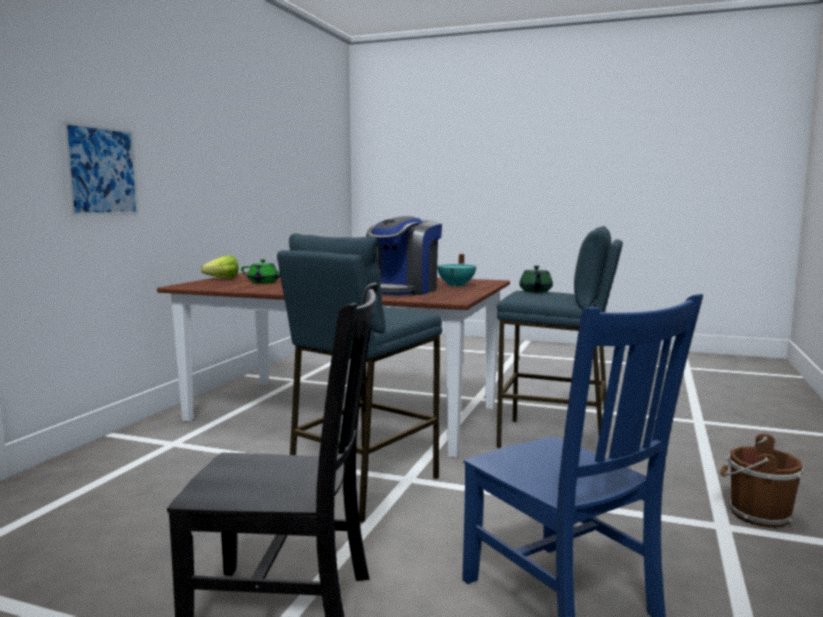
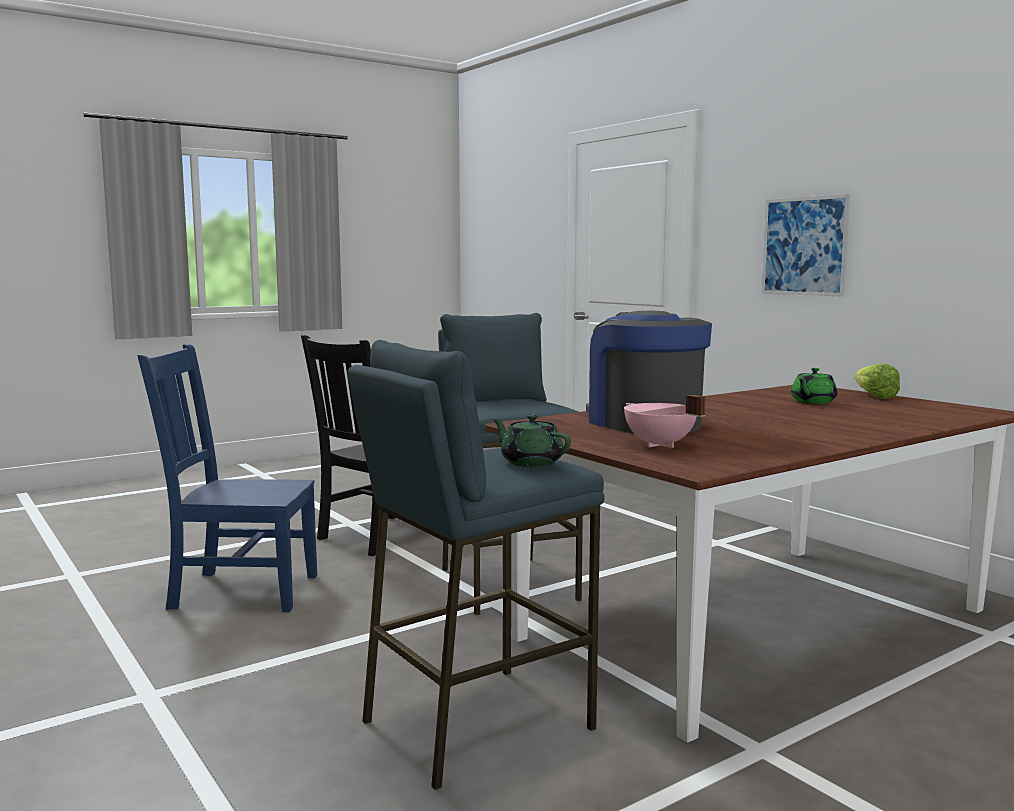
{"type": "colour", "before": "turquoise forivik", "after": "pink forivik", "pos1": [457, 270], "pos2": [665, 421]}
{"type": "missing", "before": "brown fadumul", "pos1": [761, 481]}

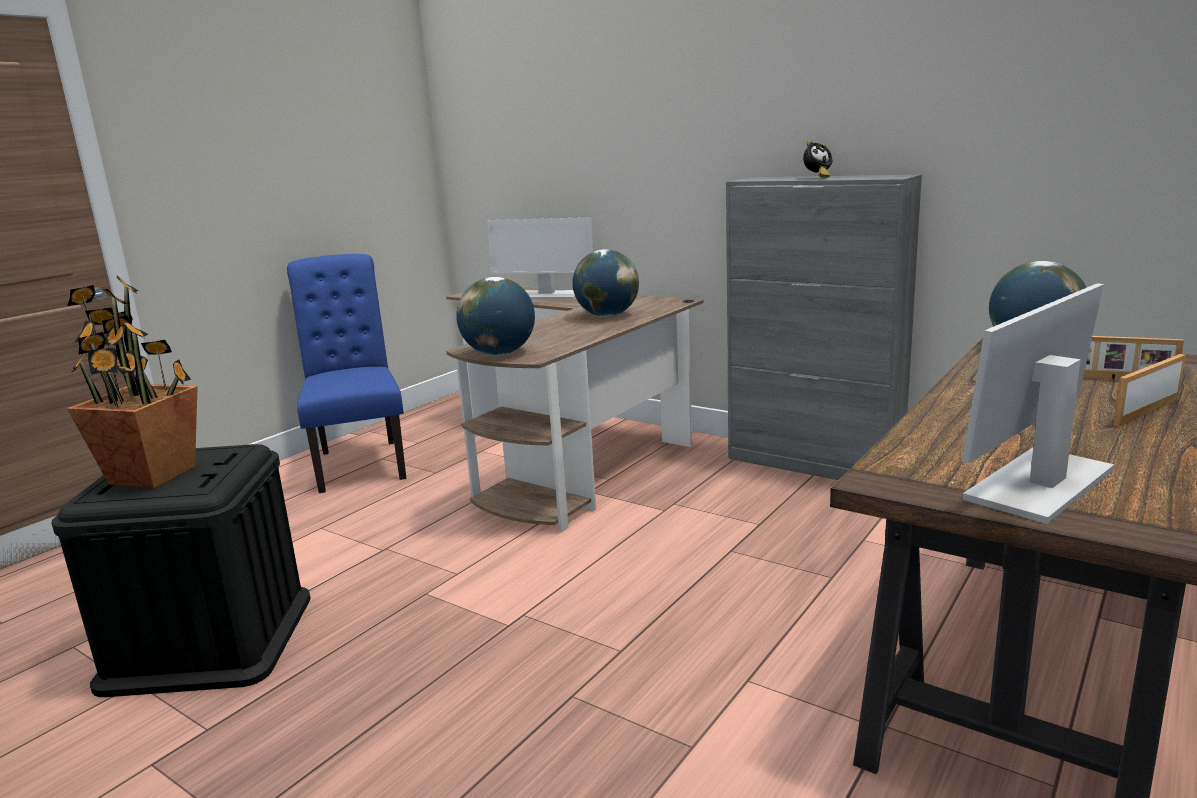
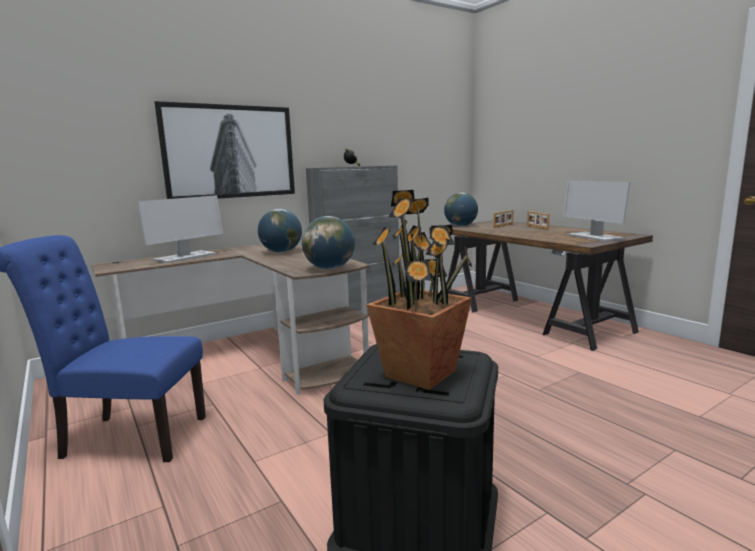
{"type": "appeared", "after": "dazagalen", "pos2": [225, 150]}

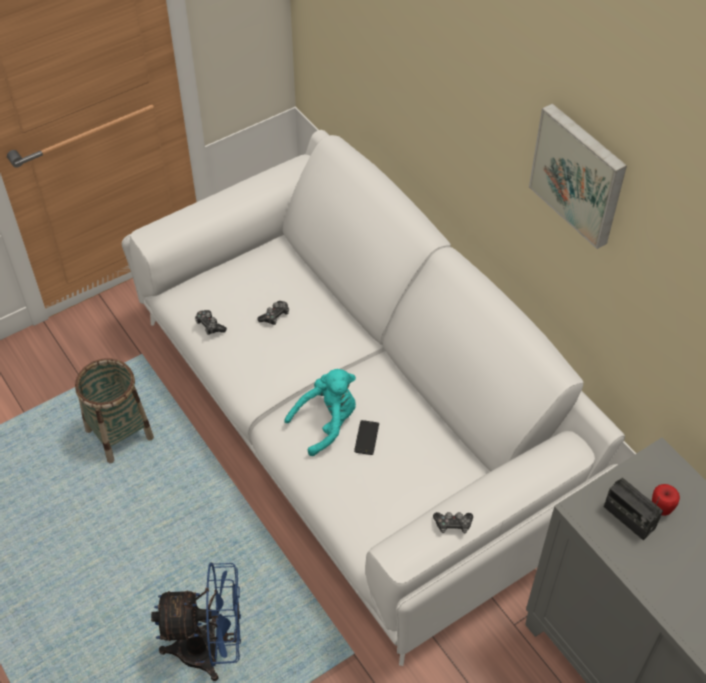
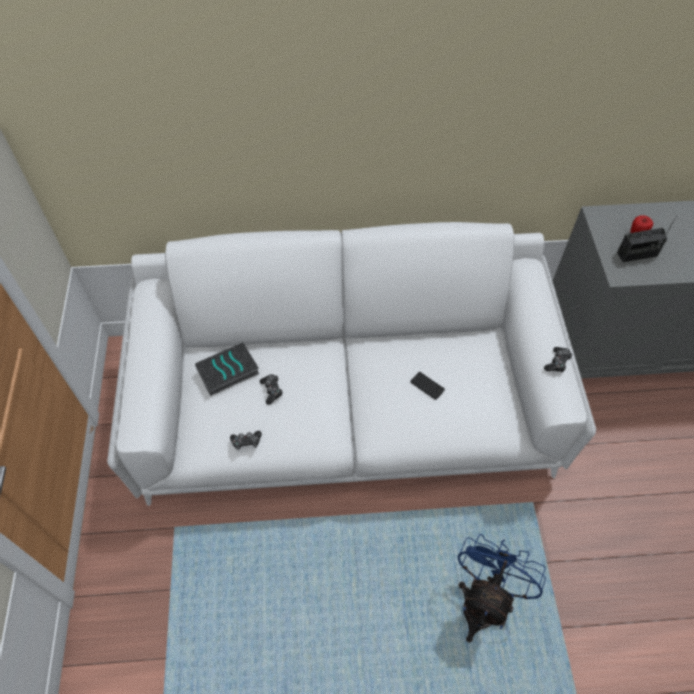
{"type": "missing", "before": "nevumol", "pos1": [114, 410]}
{"type": "missing", "before": "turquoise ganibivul", "pos1": [320, 412]}
{"type": "missing", "before": "dazagalen", "pos1": [578, 176]}
{"type": "appeared", "after": "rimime", "pos2": [227, 369]}

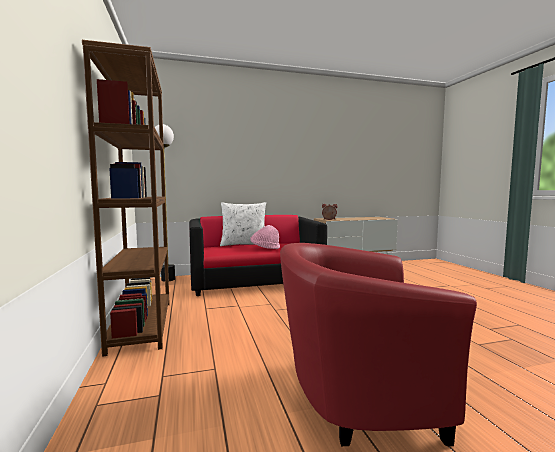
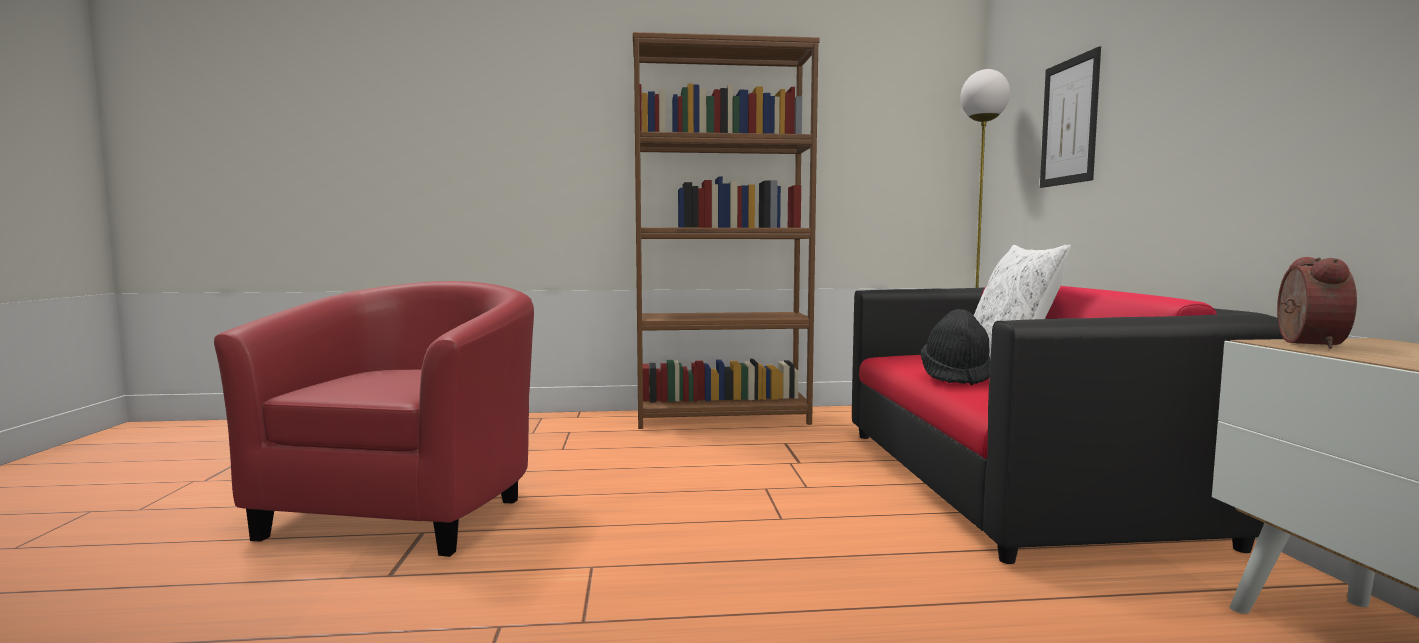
{"type": "colour", "before": "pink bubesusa", "after": "black bubesusa", "pos1": [265, 237], "pos2": [955, 347]}
{"type": "appeared", "after": "dazagalen", "pos2": [1070, 117]}

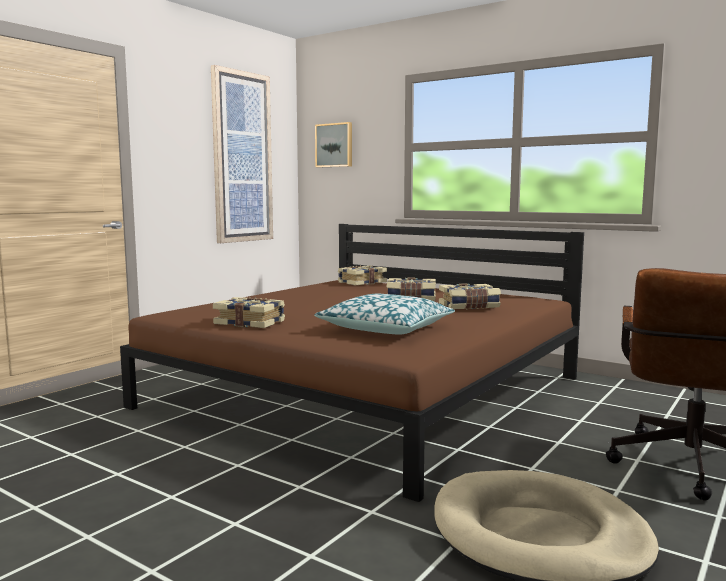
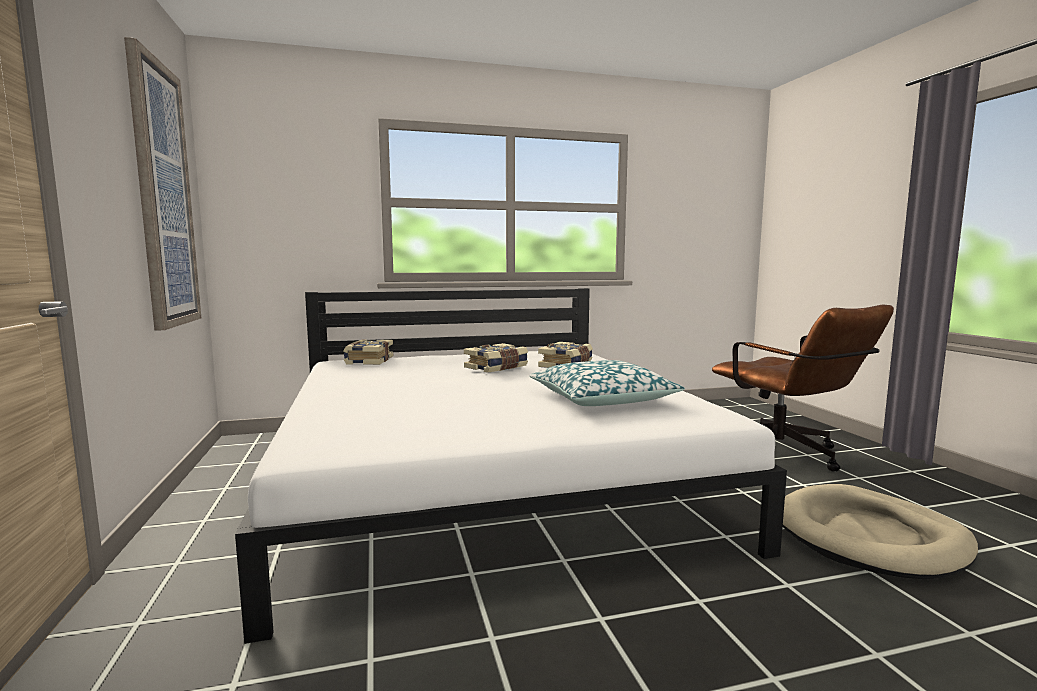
{"type": "colour", "before": "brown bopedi", "after": "white bopedi", "pos1": [352, 363], "pos2": [511, 466]}
{"type": "missing", "before": "rimime", "pos1": [249, 312]}
{"type": "missing", "before": "dazagalen", "pos1": [333, 144]}

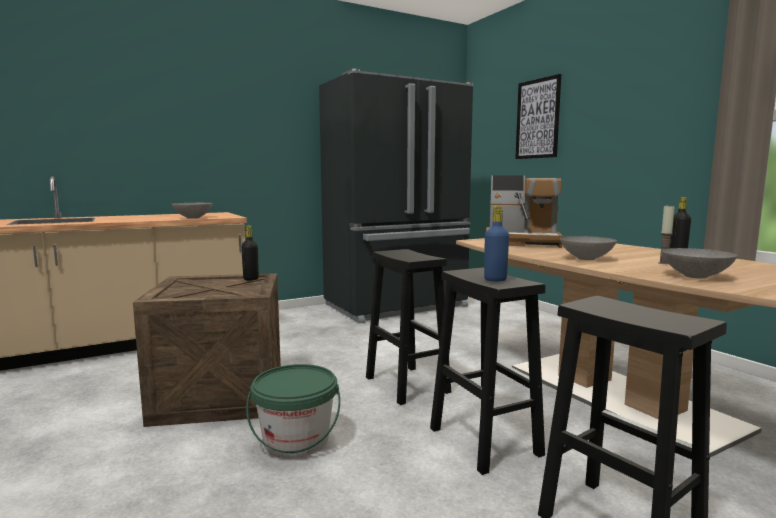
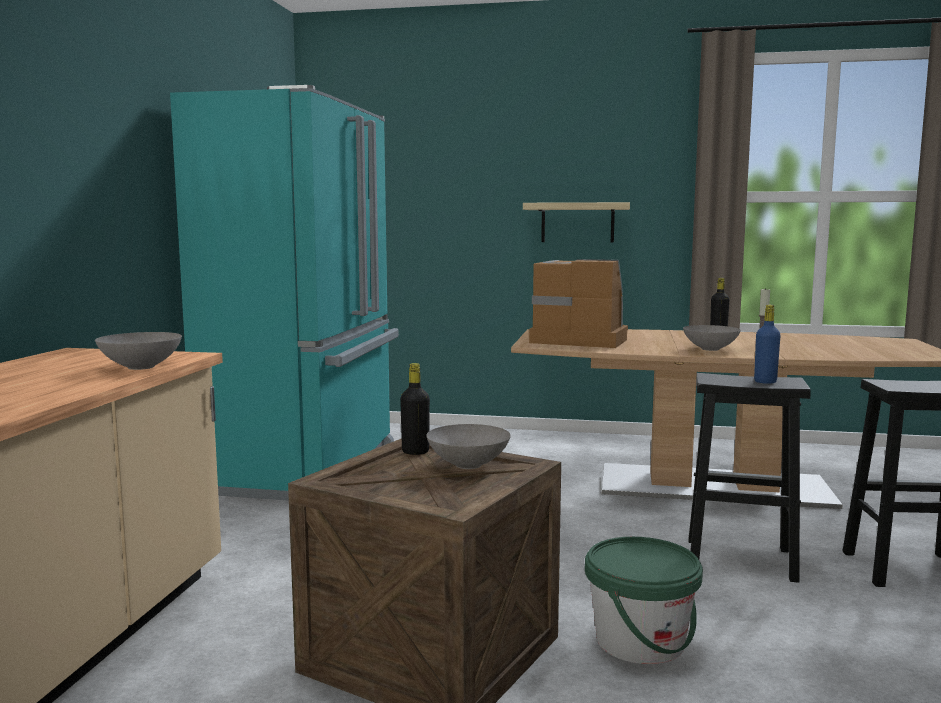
{"type": "colour", "before": "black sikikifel", "after": "turquoise sikikifel", "pos1": [396, 196], "pos2": [284, 293]}
{"type": "missing", "before": "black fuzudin", "pos1": [408, 327]}
{"type": "spun", "before": "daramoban", "pos1": [524, 212], "pos2": [578, 303], "turn": -120}
{"type": "missing", "before": "dazagalen", "pos1": [538, 116]}
{"type": "relocated", "before": "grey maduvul", "pos1": [699, 263], "pos2": [468, 446]}
{"type": "appeared", "after": "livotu", "pos2": [576, 222]}

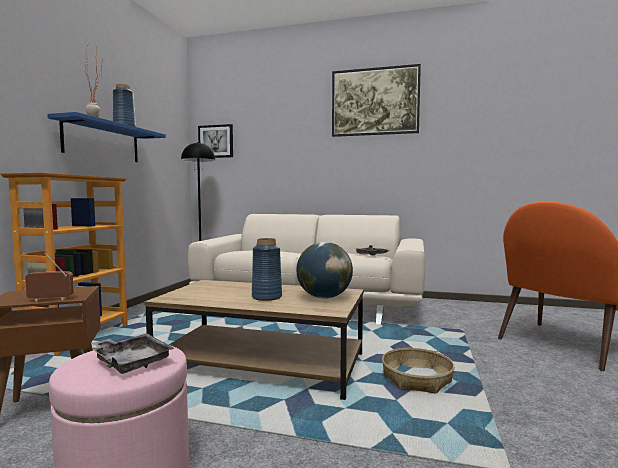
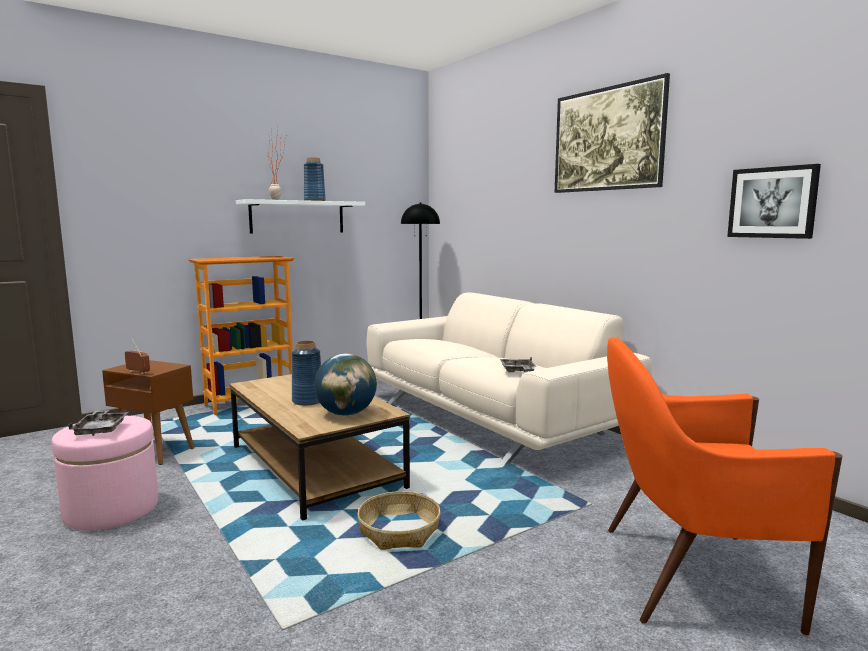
{"type": "colour", "before": "blue livotu", "after": "white livotu", "pos1": [106, 137], "pos2": [300, 216]}
{"type": "relocated", "before": "dazagalen", "pos1": [215, 141], "pos2": [774, 201]}

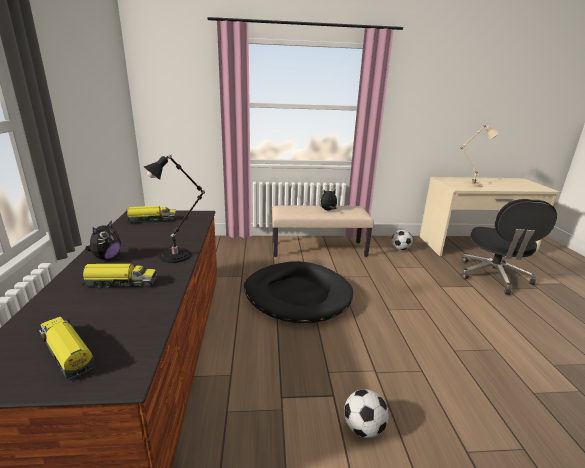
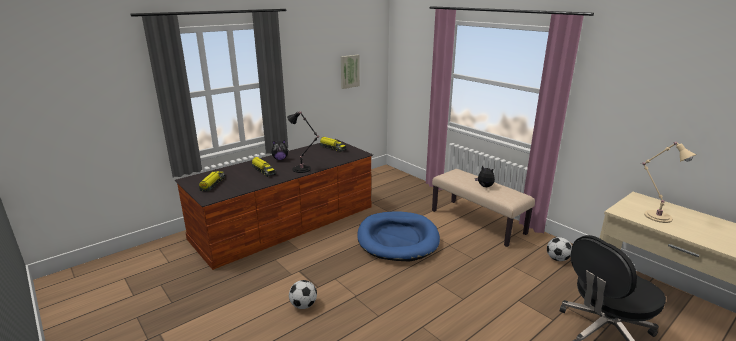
{"type": "colour", "before": "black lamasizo", "after": "blue lamasizo", "pos1": [298, 292], "pos2": [398, 236]}
{"type": "appeared", "after": "dazagalen", "pos2": [350, 72]}

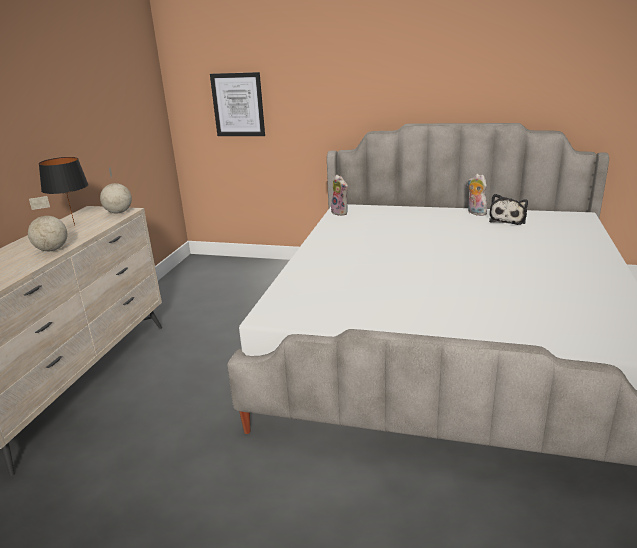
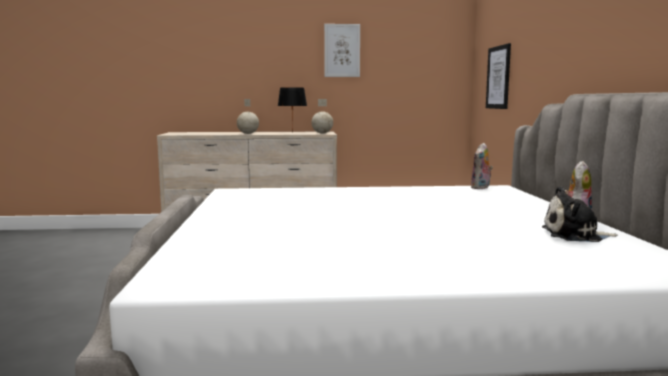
{"type": "appeared", "after": "dazagalen", "pos2": [342, 50]}

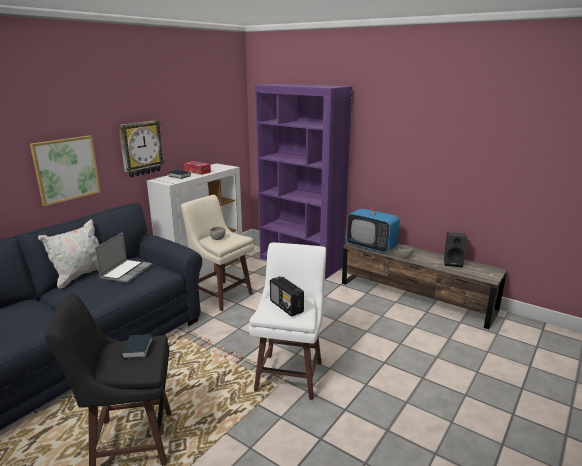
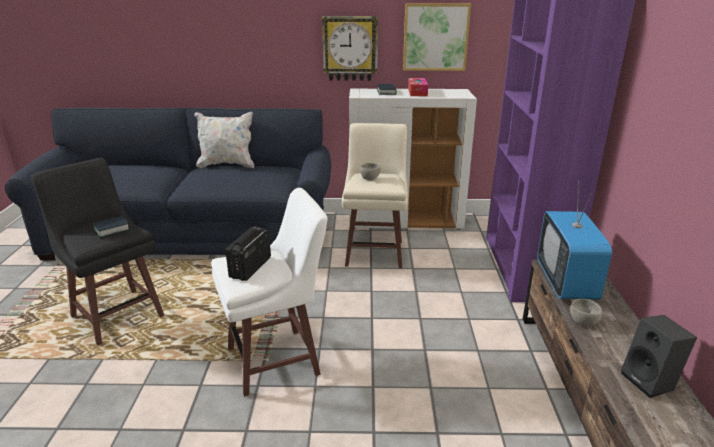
{"type": "relocated", "before": "dazagalen", "pos1": [65, 171], "pos2": [437, 37]}
{"type": "missing", "before": "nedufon", "pos1": [123, 257]}

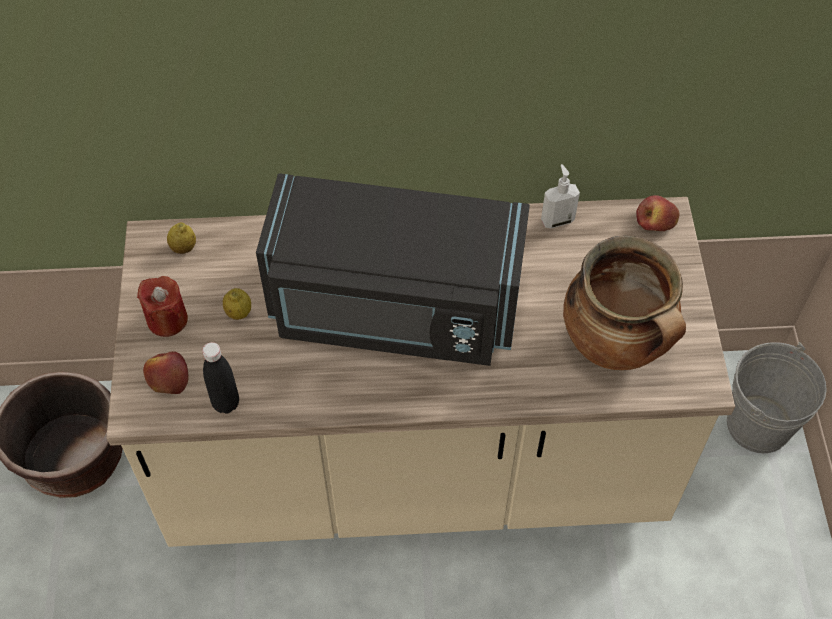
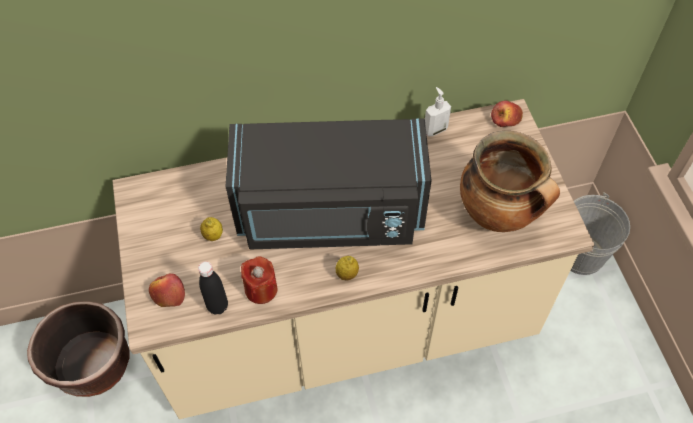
{"type": "relocated", "before": "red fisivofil", "pos1": [162, 306], "pos2": [259, 280]}
{"type": "relocated", "before": "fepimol", "pos1": [181, 238], "pos2": [347, 268]}

